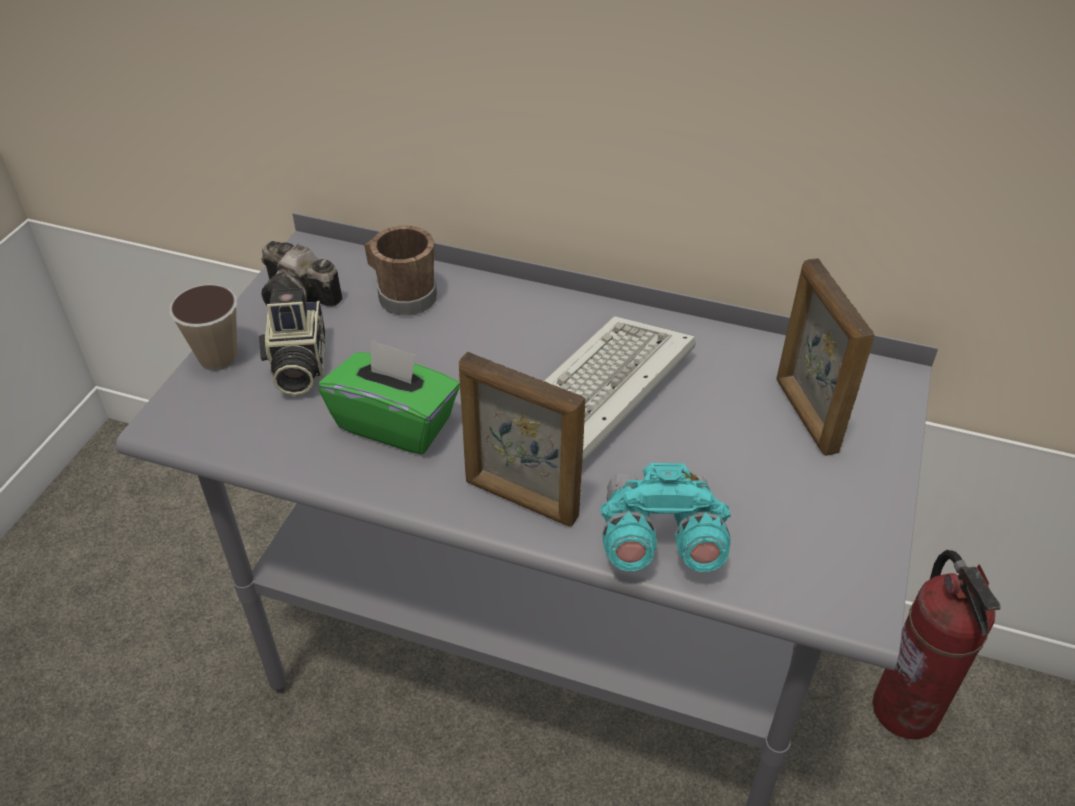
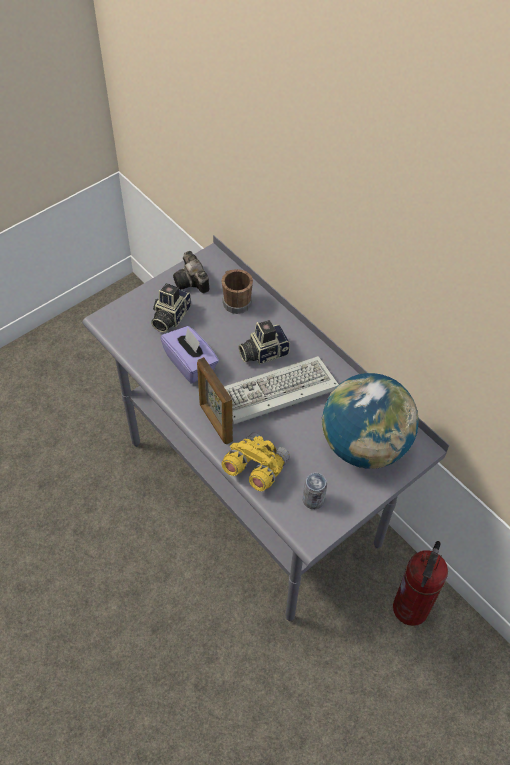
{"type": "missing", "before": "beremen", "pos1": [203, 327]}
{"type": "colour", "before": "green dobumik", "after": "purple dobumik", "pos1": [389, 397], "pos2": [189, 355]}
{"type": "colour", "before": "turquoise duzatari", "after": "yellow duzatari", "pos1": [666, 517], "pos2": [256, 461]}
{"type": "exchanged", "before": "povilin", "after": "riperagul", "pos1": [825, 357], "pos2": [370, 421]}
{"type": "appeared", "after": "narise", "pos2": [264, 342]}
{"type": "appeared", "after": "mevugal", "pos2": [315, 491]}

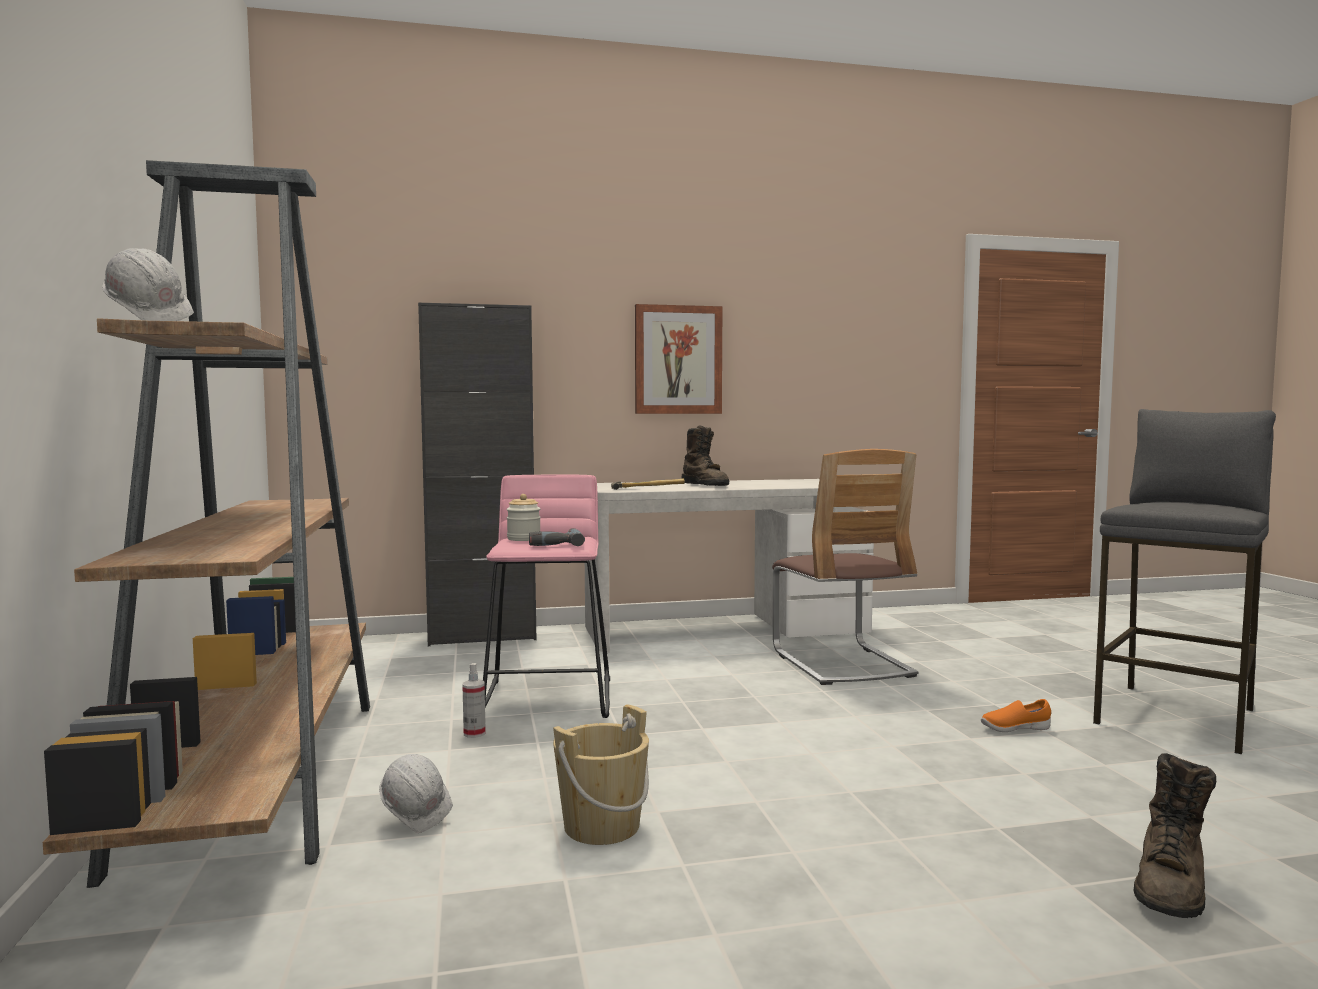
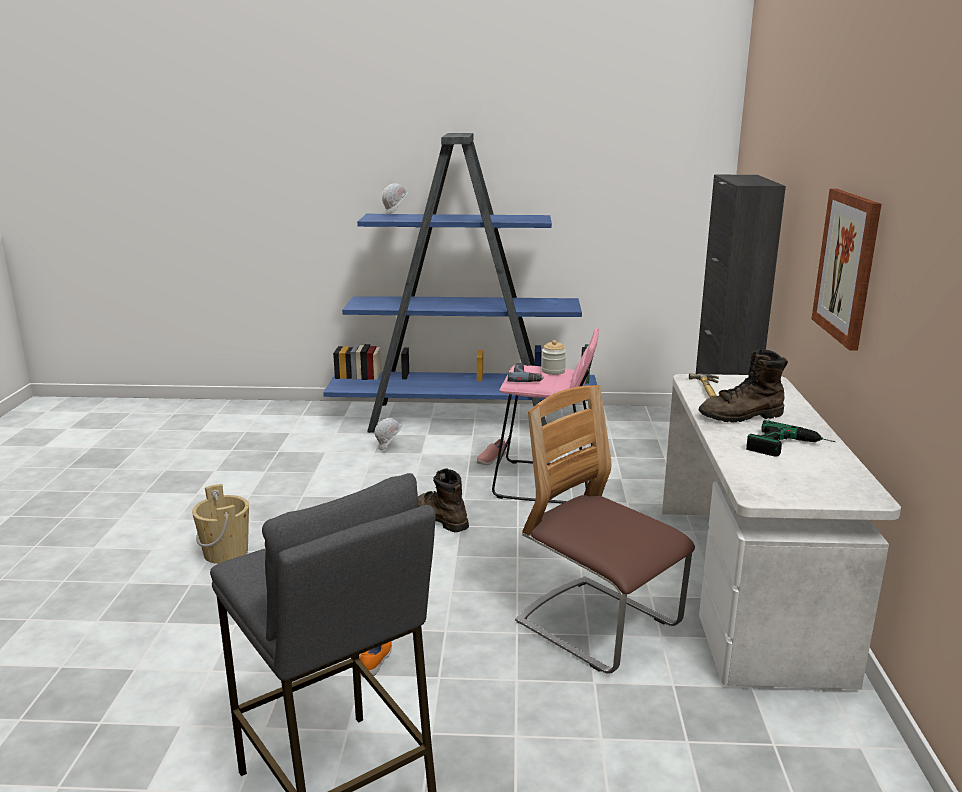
{"type": "colour", "before": "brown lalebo", "after": "blue lalebo", "pos1": [206, 524], "pos2": [460, 283]}
{"type": "exchanged", "before": "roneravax", "after": "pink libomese", "pos1": [474, 700], "pos2": [491, 452]}
{"type": "relocated", "before": "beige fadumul", "pos1": [601, 774], "pos2": [220, 524]}
{"type": "spun", "before": "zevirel", "pos1": [845, 567], "pos2": [605, 529], "turn": 45}
{"type": "relocated", "before": "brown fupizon", "pos1": [1175, 835], "pos2": [443, 500]}
{"type": "appeared", "after": "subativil", "pos2": [791, 438]}

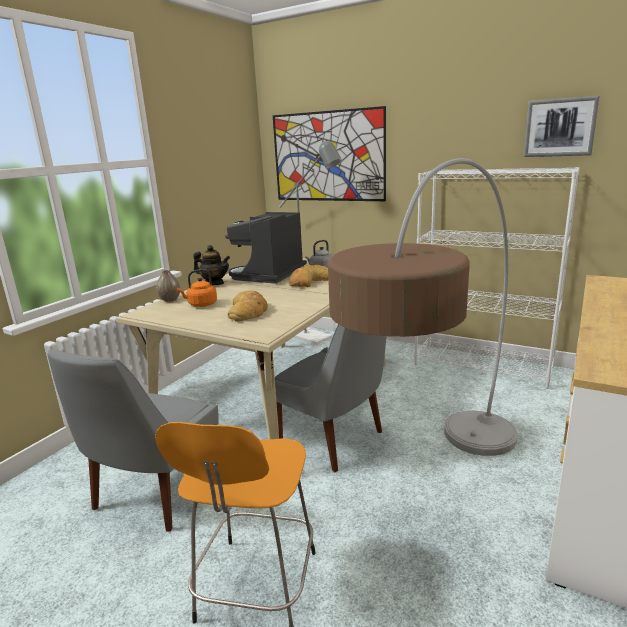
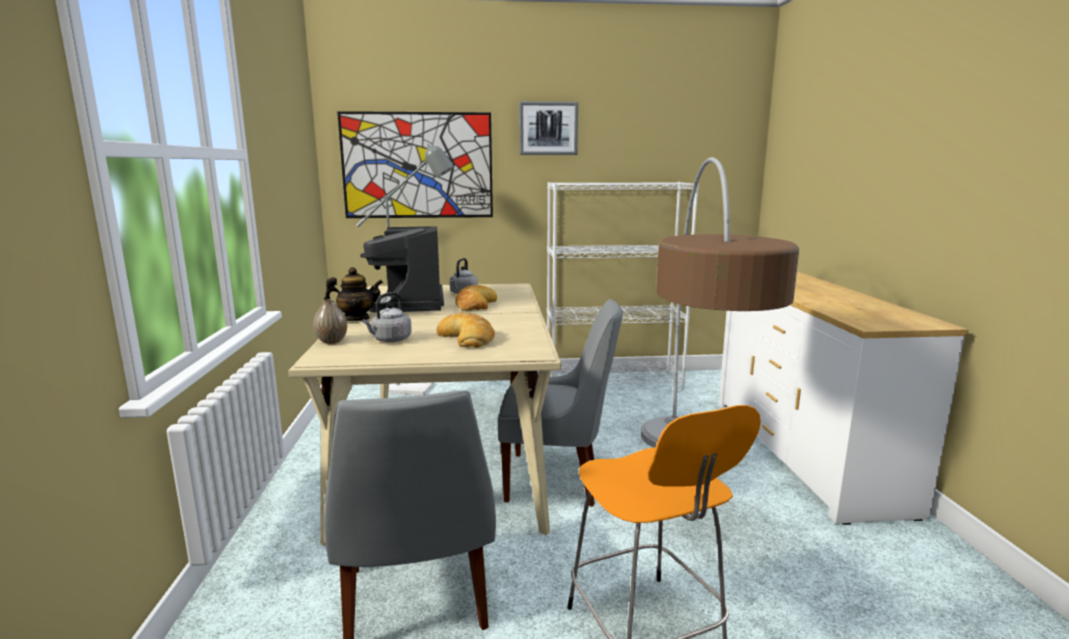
{"type": "colour", "before": "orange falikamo", "after": "grey falikamo", "pos1": [197, 288], "pos2": [387, 317]}
{"type": "relocated", "before": "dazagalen", "pos1": [562, 126], "pos2": [548, 128]}

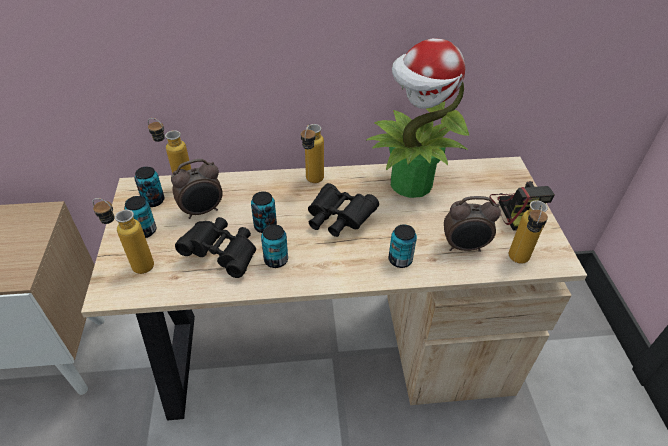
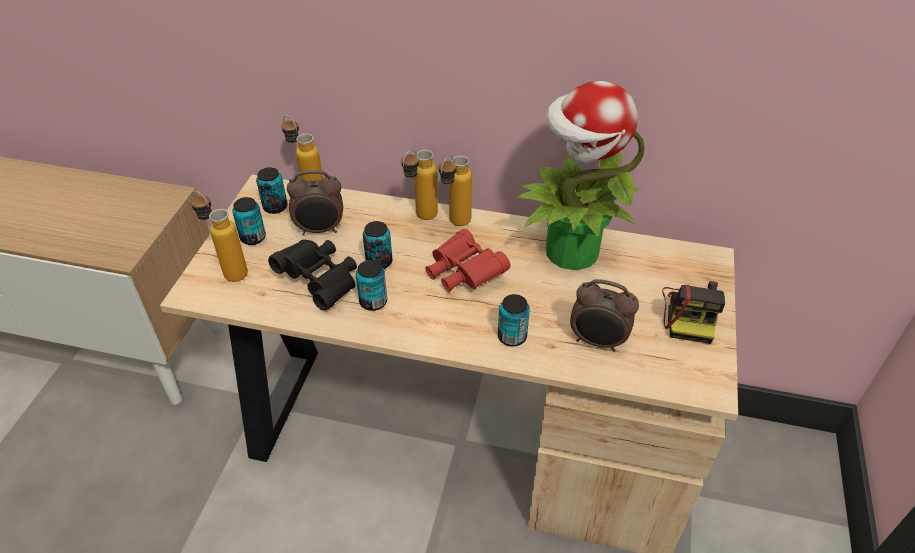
{"type": "colour", "before": "black duzatari", "after": "red duzatari", "pos1": [343, 210], "pos2": [467, 260]}
{"type": "relocated", "before": "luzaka", "pos1": [528, 232], "pos2": [419, 184]}

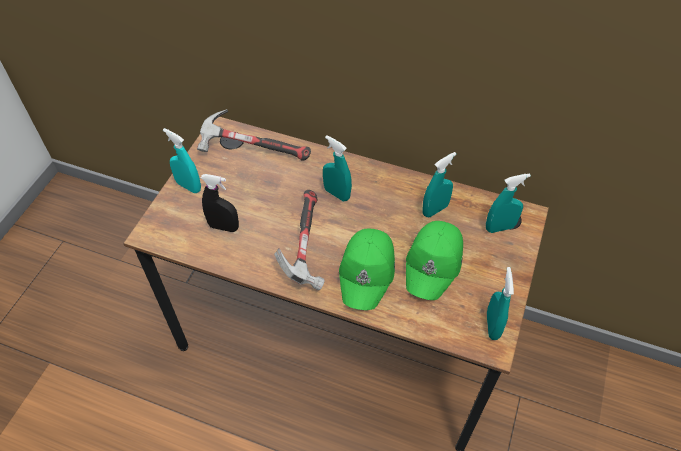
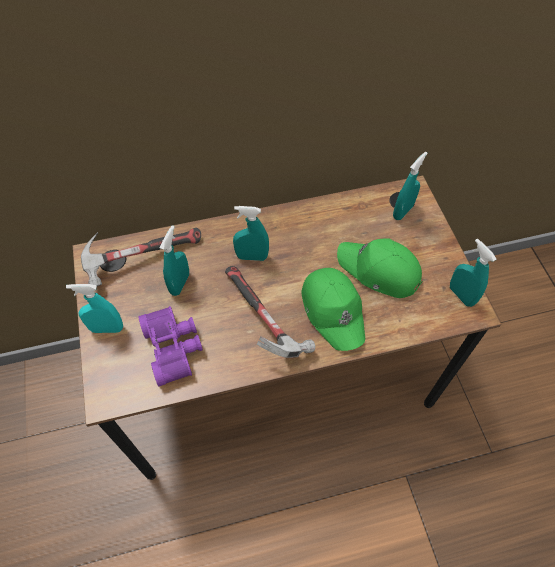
{"type": "exchanged", "before": "black roneravax", "after": "purple duzatari", "pos1": [220, 203], "pos2": [170, 346]}
{"type": "spun", "before": "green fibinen", "pos1": [434, 260], "pos2": [379, 268], "turn": 135}
{"type": "relocated", "before": "turquoise roneravax", "pos1": [439, 184], "pos2": [174, 260]}

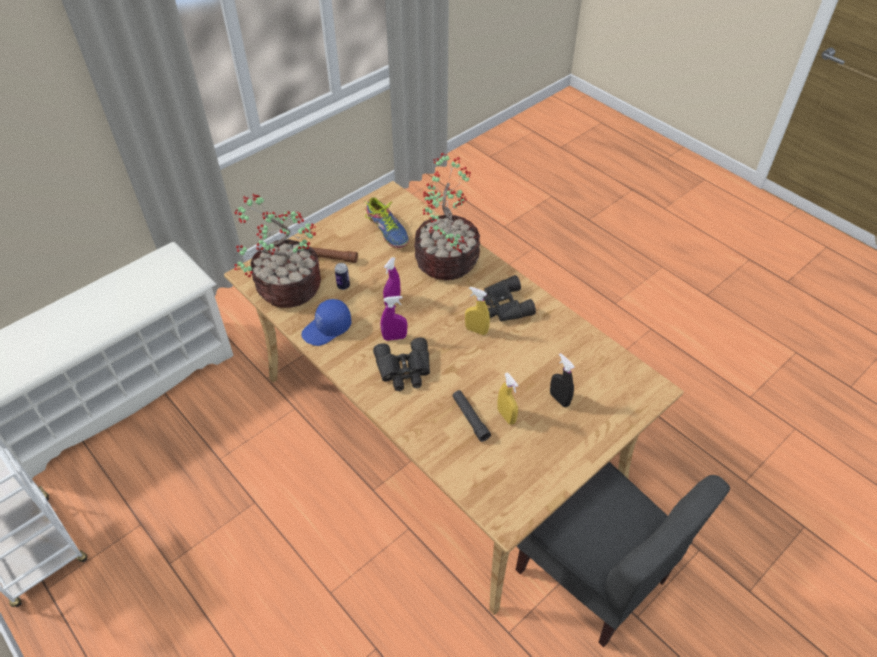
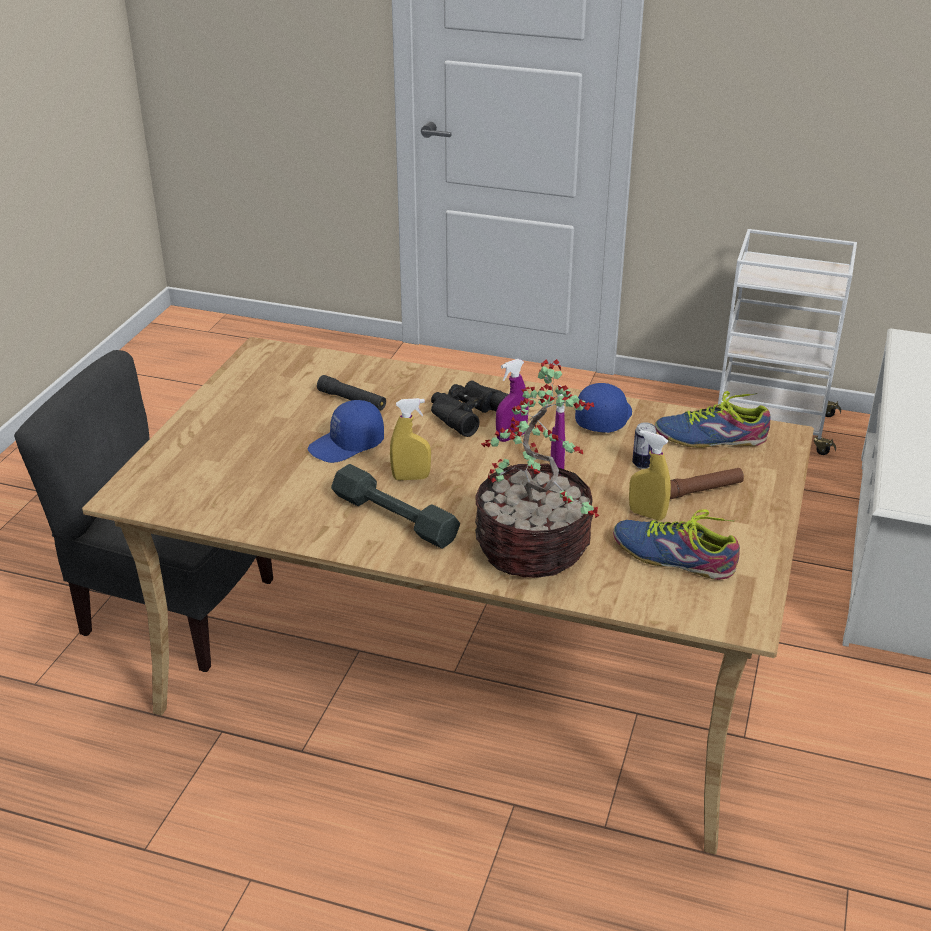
{"type": "exchanged", "before": "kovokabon", "after": "libomese", "pos1": [277, 250], "pos2": [713, 419]}
{"type": "exchanged", "before": "black duzatari", "after": "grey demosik", "pos1": [509, 298], "pos2": [395, 506]}
{"type": "relocated", "before": "yellow roneravax", "pos1": [507, 398], "pos2": [650, 475]}
{"type": "missing", "before": "black roneravax", "pos1": [562, 380]}
{"type": "appeared", "after": "blue fibinen", "pos2": [346, 431]}

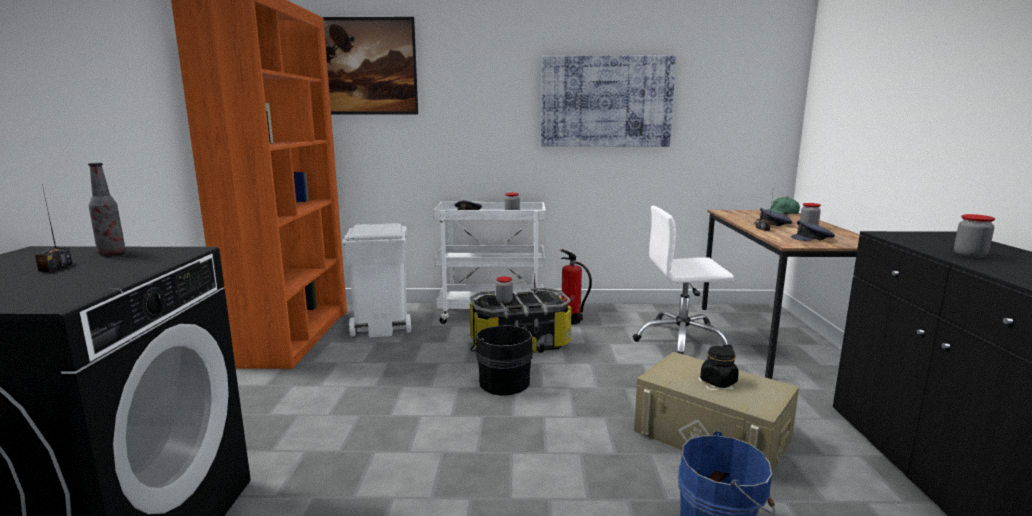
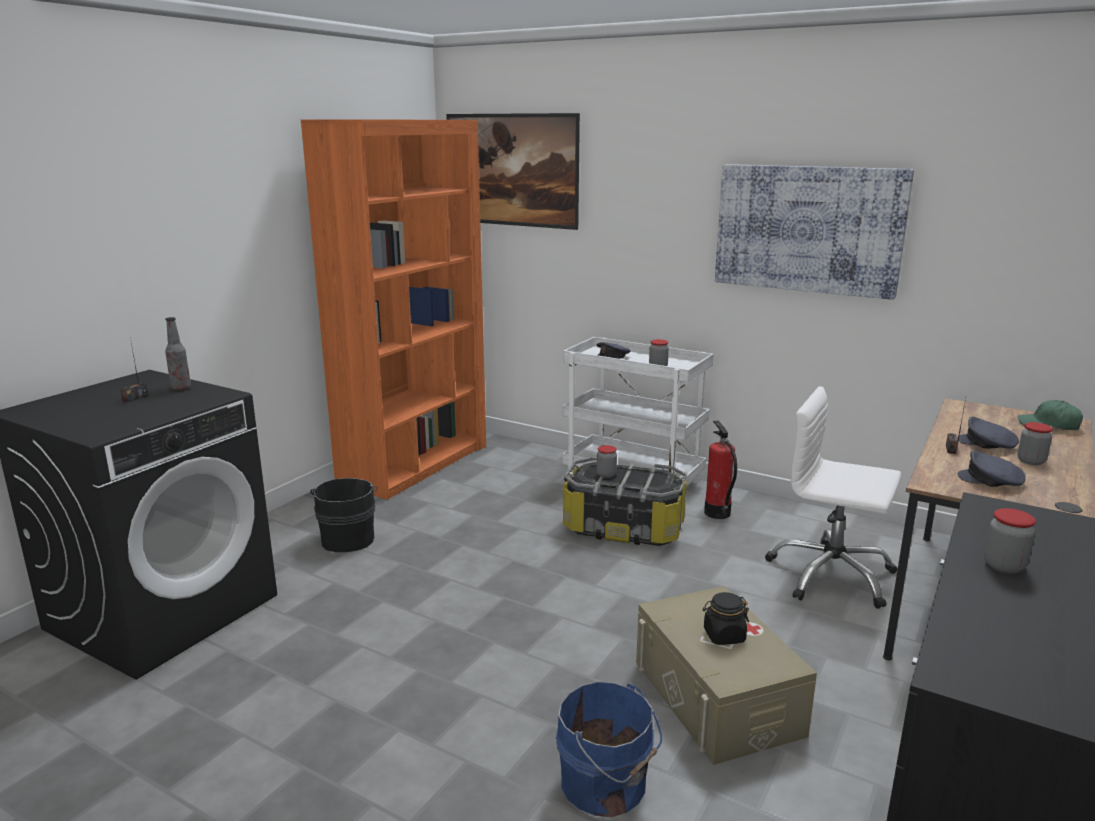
{"type": "missing", "before": "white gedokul", "pos1": [376, 280]}
{"type": "relocated", "before": "black fadumul", "pos1": [502, 360], "pos2": [343, 515]}

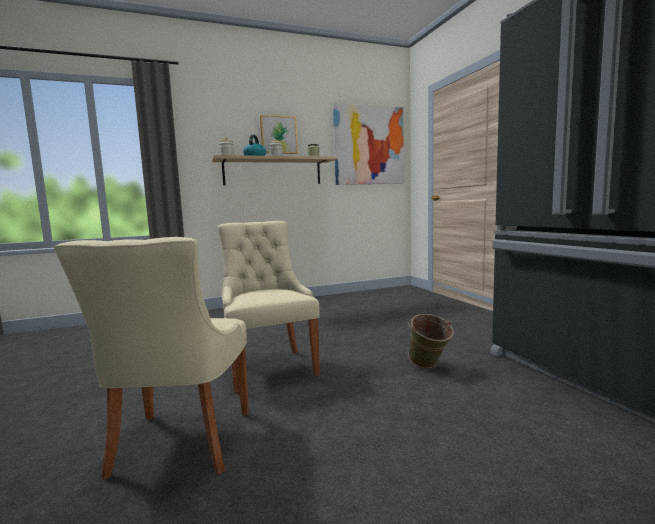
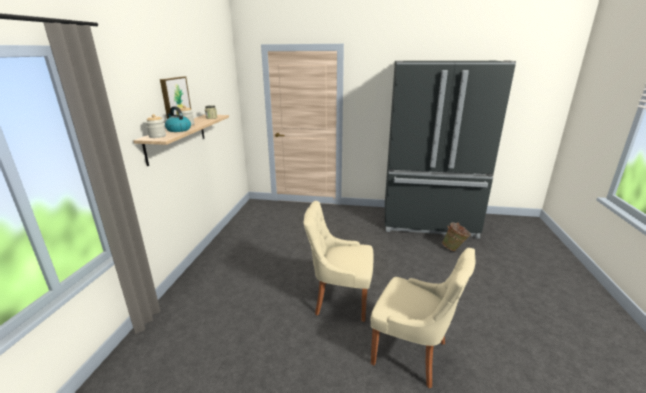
{"type": "missing", "before": "dazagalen", "pos1": [368, 144]}
{"type": "relocated", "before": "green fadumul", "pos1": [431, 341], "pos2": [456, 237]}

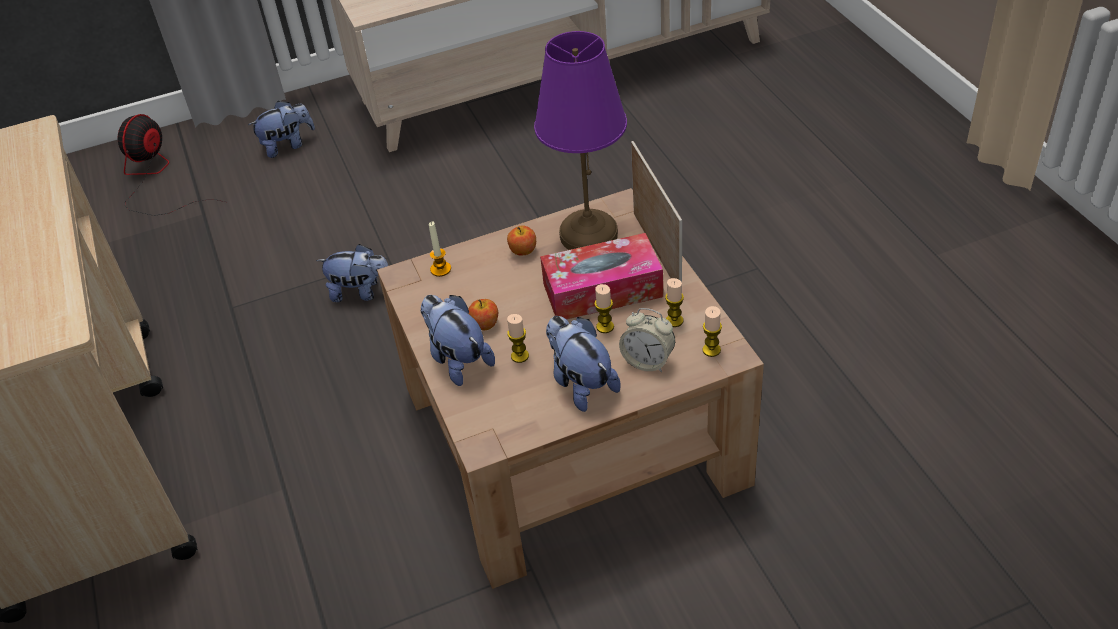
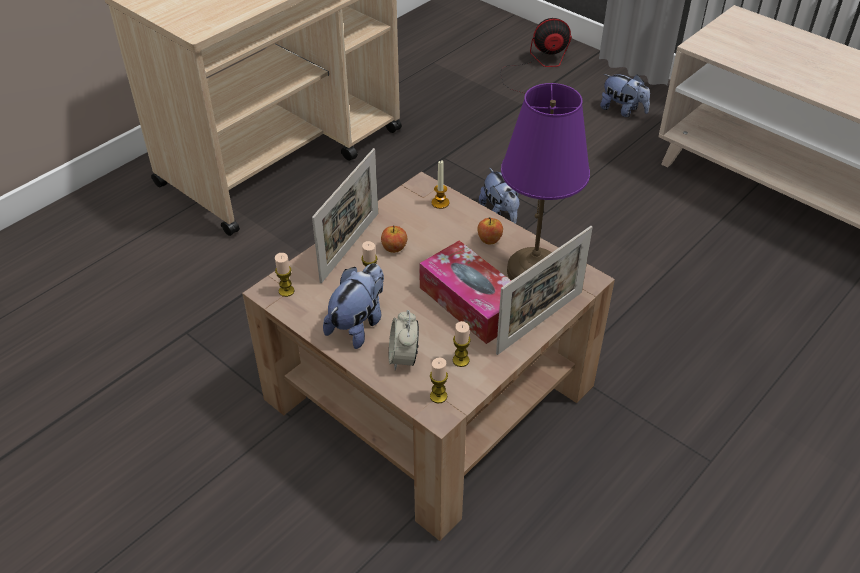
{"type": "exchanged", "before": "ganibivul", "after": "povilin", "pos1": [457, 340], "pos2": [345, 215]}
{"type": "relocated", "before": "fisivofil", "pos1": [604, 308], "pos2": [284, 275]}

